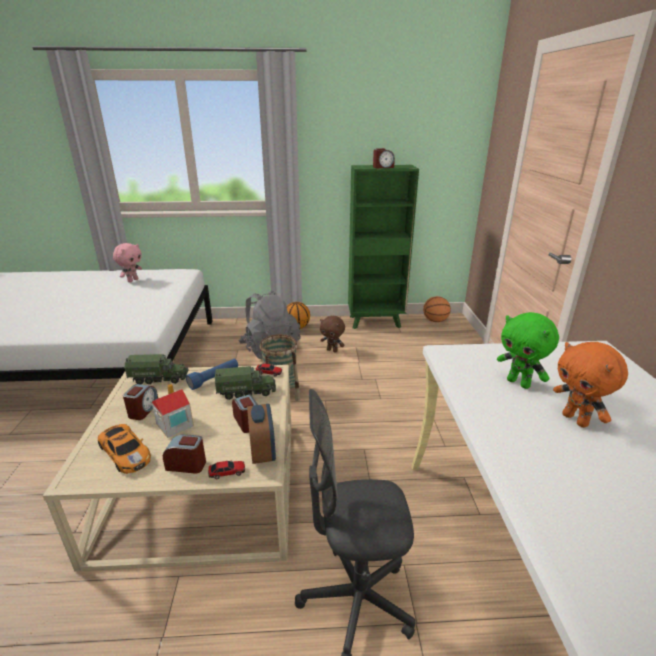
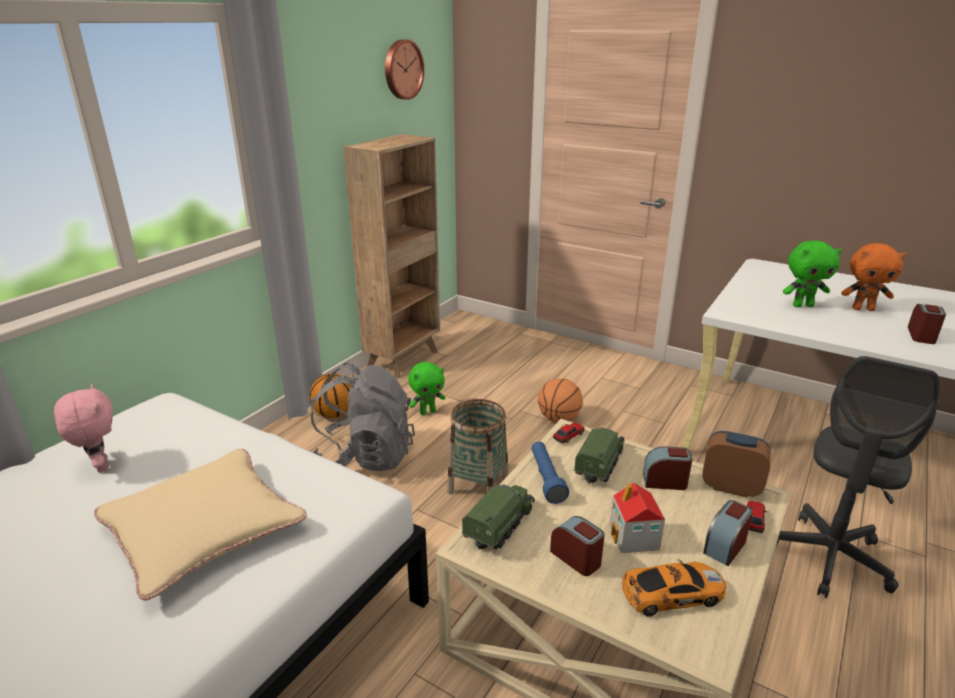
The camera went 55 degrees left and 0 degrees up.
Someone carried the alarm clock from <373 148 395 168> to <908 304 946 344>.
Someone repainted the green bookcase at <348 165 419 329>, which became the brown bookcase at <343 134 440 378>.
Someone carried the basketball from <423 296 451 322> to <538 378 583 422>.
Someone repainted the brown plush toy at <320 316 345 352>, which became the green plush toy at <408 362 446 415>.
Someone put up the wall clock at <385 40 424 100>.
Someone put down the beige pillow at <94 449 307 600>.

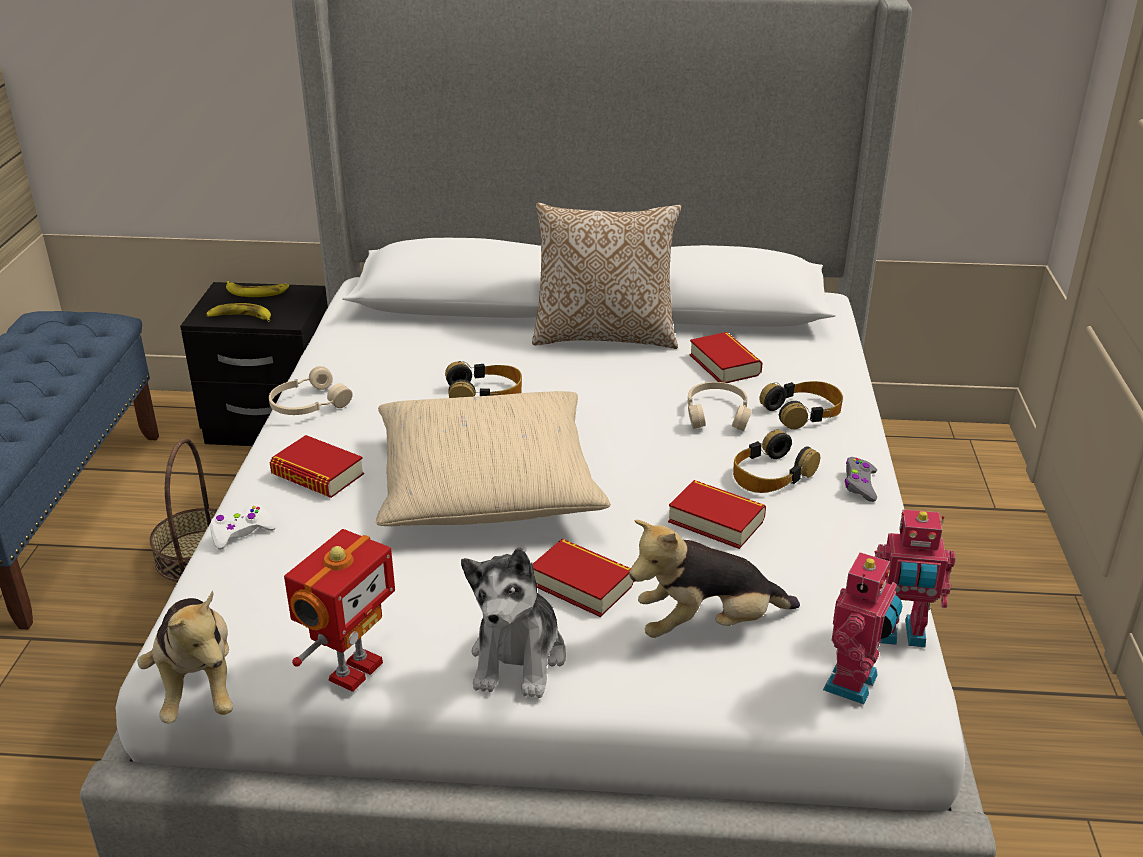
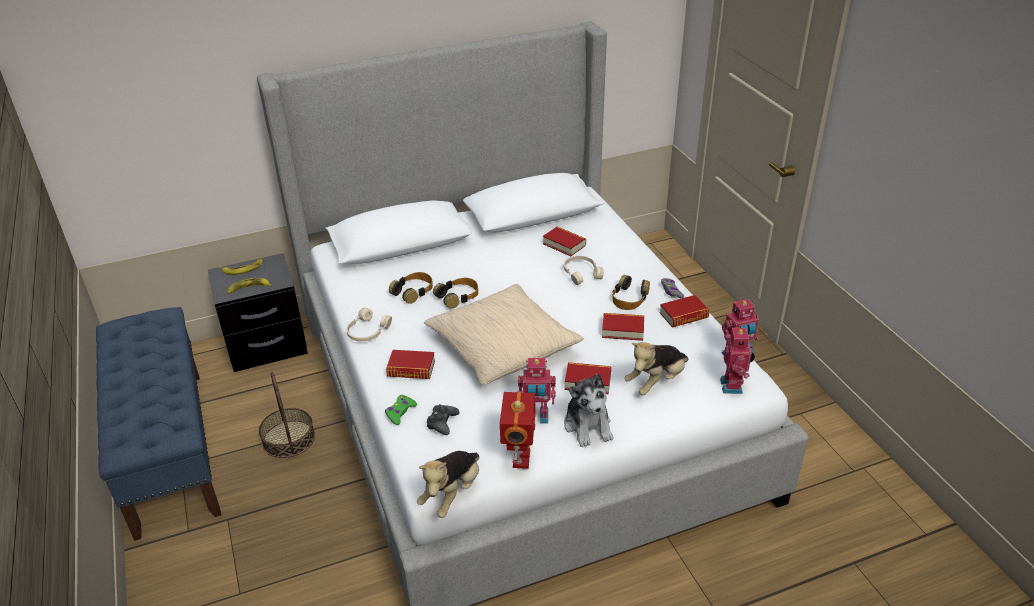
The camera went 25 degrees left and 5 degrees up.
Someone took away the pillow at <532 203 682 349>.
Someone carried the headphones from <759 381 843 429> to <389 272 433 304>.
Someone repainted the white game controller at <211 503 276 549>, which became the green game controller at <385 395 417 425>.
Someone rotated the plush toy at <137 590 233 724> by 75 degrees clockwise.
Someone put down the book at <660 295 709 328>.
Someone put down the toy robot at <518 358 556 424>.
Someone put down the black game controller at <427 404 459 435>.

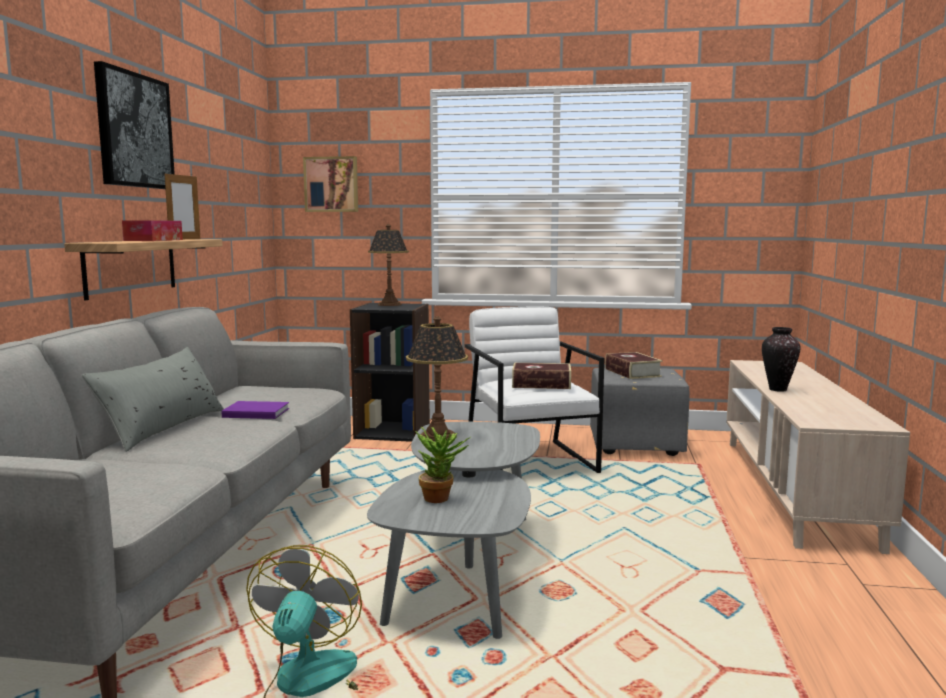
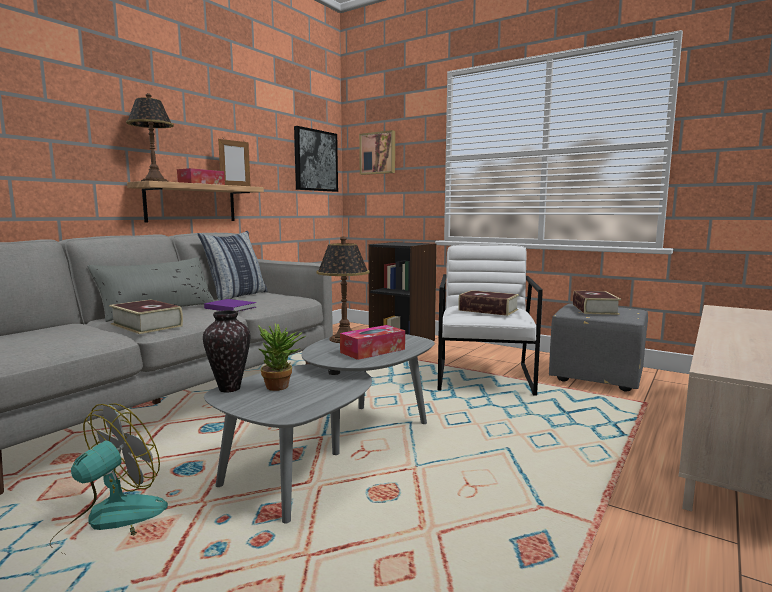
The camera went 25 degrees right and 0 degrees up.
Someone carried the picture from <94 61 175 189> to <294 126 338 192>.
Someone carried the table lamp from <368 224 409 306> to <126 93 174 182>.
Someone carried the vase from <762 327 801 392> to <203 310 250 392>.
Someone put down the pillow at <197 231 267 301>.
Someone put down the book at <109 299 183 334>.
Someone put down the tissue box at <340 325 405 360>.

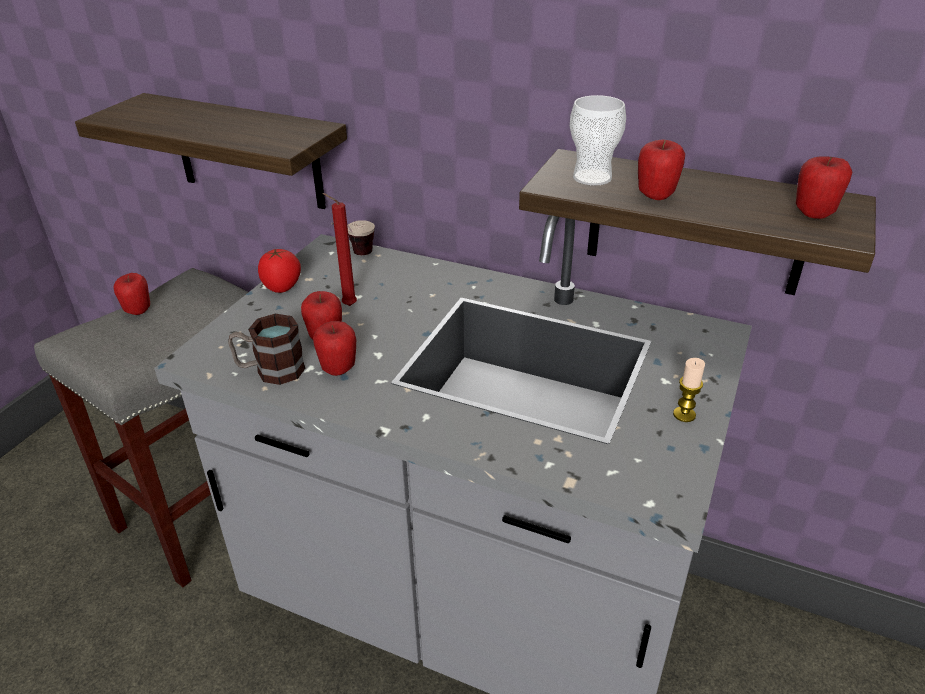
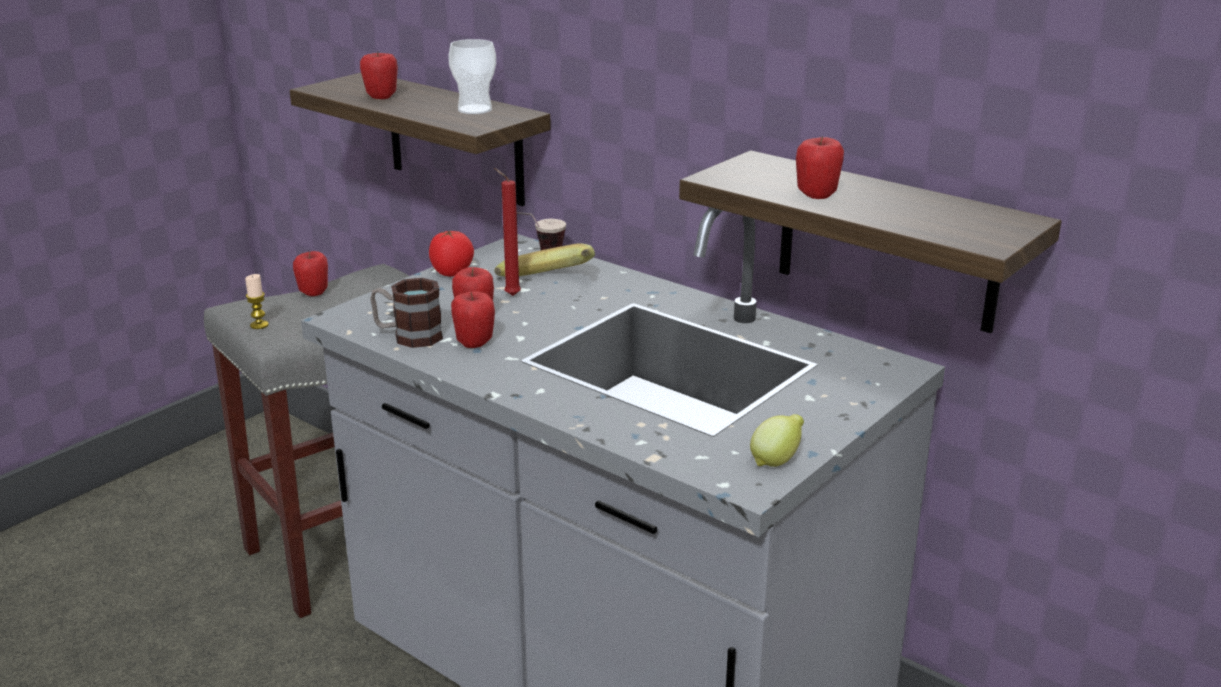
The camera went 15 degrees right and 10 degrees down.
Someone carried the cup from <570 95 626 186> to <448 39 496 114>.
Someone carried the apple from <796 156 852 219> to <360 52 398 99>.
Someone carried the candle from <673 358 705 422> to <245 274 269 329>.
Someone put down the banana at <494 243 595 277>.
Someone put down the lemon at <750 414 804 467>.

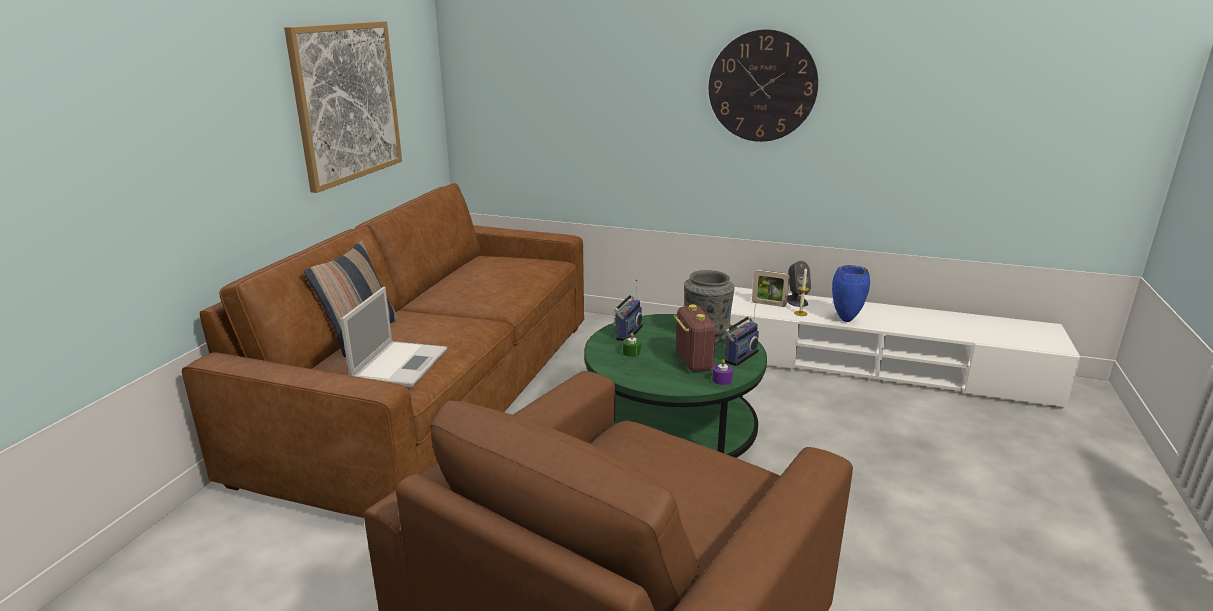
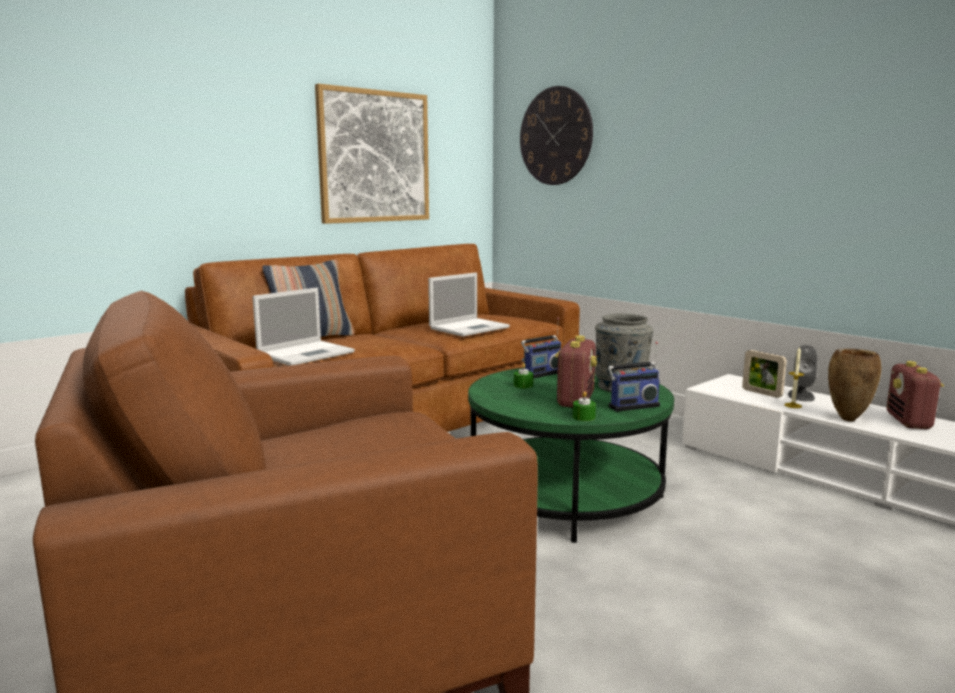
The camera went 30 degrees right and 10 degrees down.
Someone carried the wall clock from <709 29 818 142> to <520 86 593 185>.
Someone repainted the blue vase at <832 265 870 322>, which became the brown vase at <828 349 881 421>.
Someone repainted the purple candle at <712 359 733 385>, which became the green candle at <573 391 596 421>.
Someone put down the laptop at <428 272 510 337>.
Someone put down the radio at <887 361 944 429>.

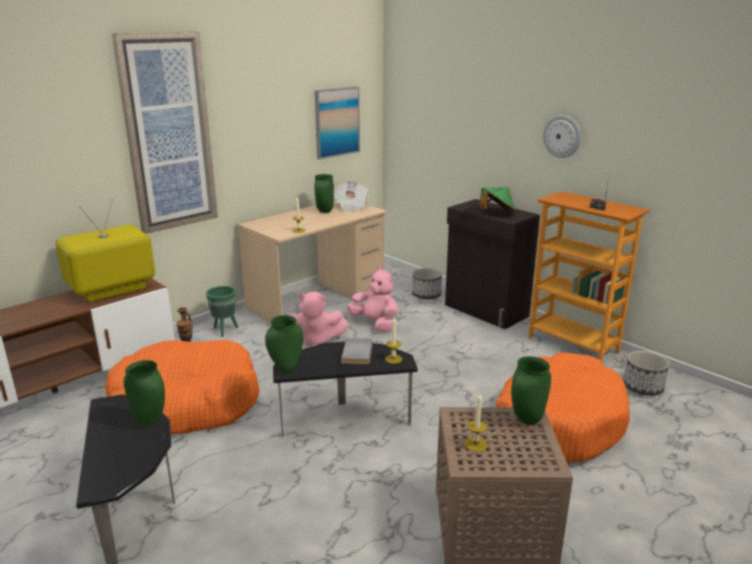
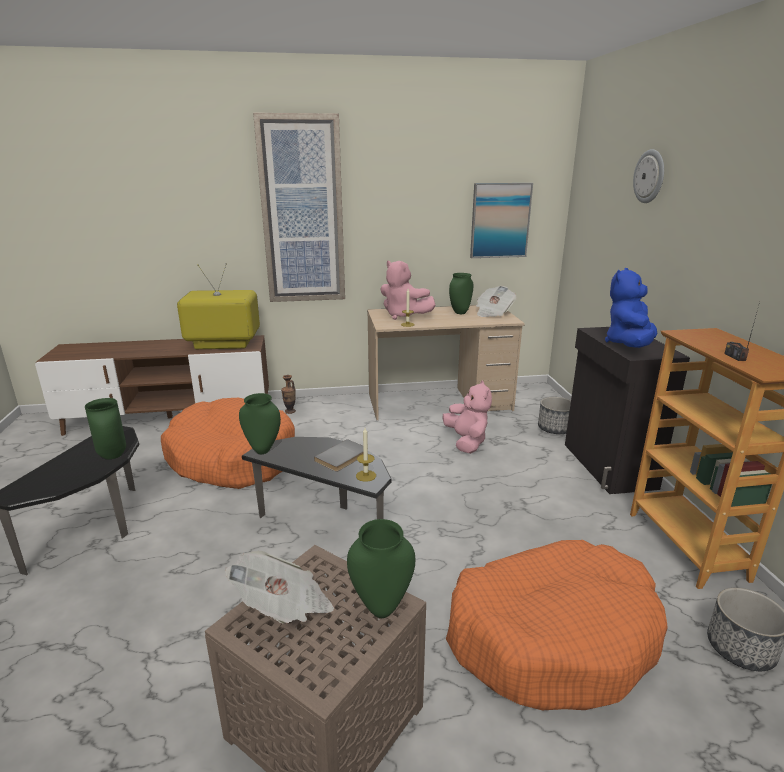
The camera went 35 degrees right and 0 degrees up.
Someone carried the wall clock from <543 115 581 158> to <633 149 664 203>.
Someone swapped the green hat at <480 187 516 213> for the blue plush toy at <605 268 657 348>.
Someone took away the green planter at <206 286 238 337>.
Someone carried the pink plush toy from <288 291 348 346> to <380 261 435 320>.
Someone swapped the candle at <465 393 487 452> for the newspaper at <225 551 334 624>.

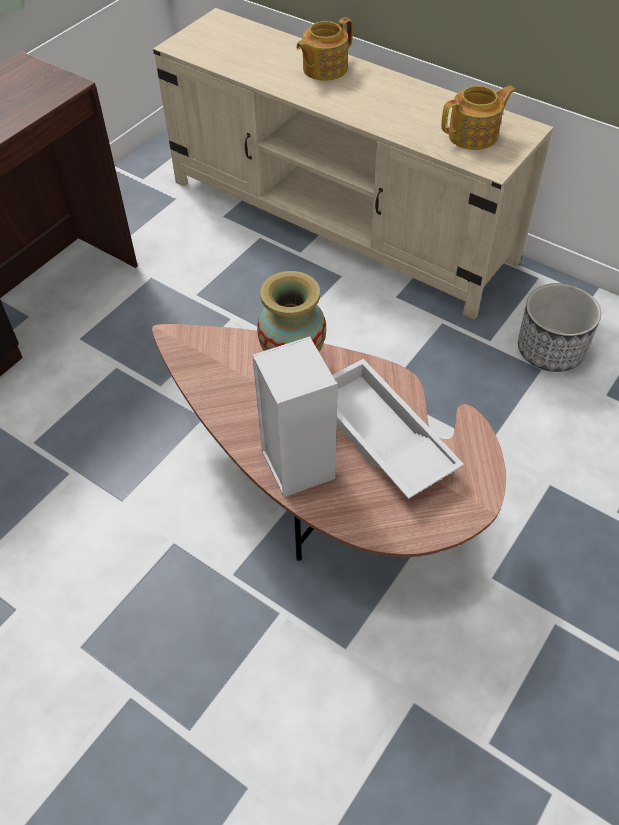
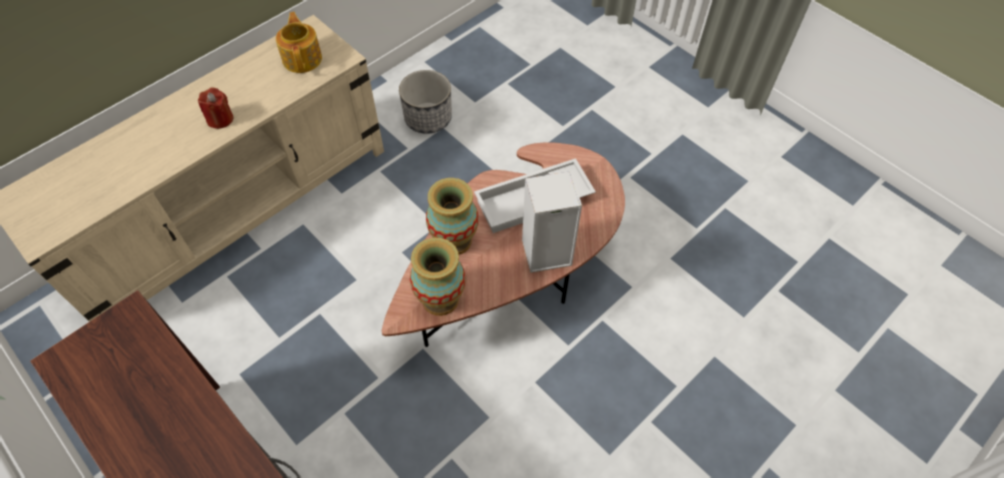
The camera went 80 degrees left and 5 degrees up.
Someone took away the teapot at <296 17 353 81>.
Someone put down the red candle at <198 87 233 129>.
Someone put down the vase at <410 238 466 316>.

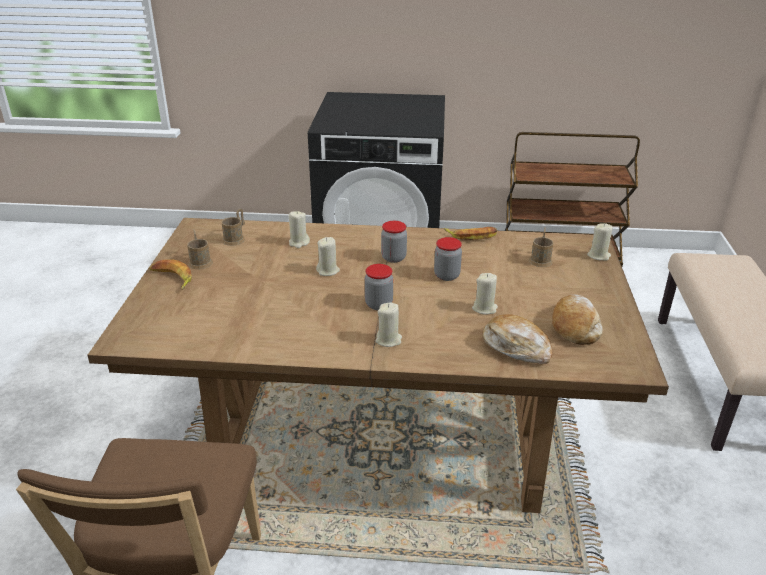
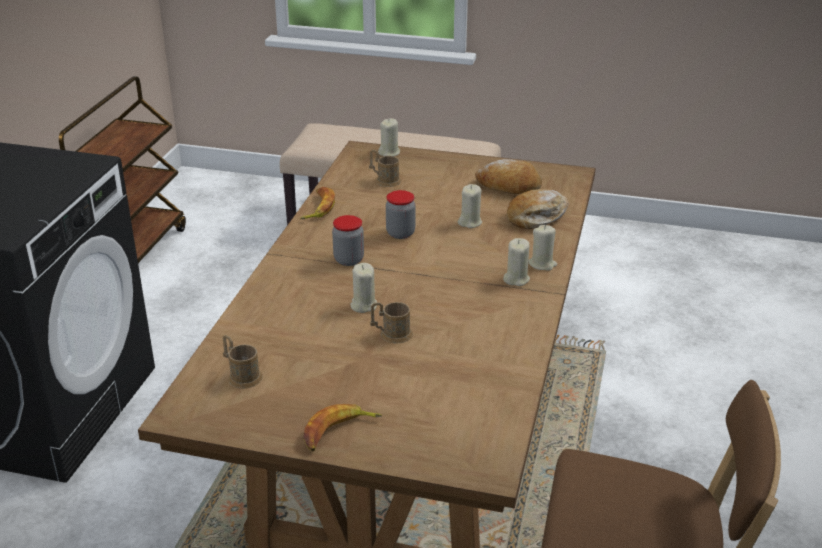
The camera went 80 degrees left and 0 degrees up.
Someone carried the beige candle from <288 211 310 248> to <528 225 557 271>.
Someone carried the brown mug from <187 229 213 269> to <370 302 413 344>.
Someone took away the jar at <365 264 393 310>.

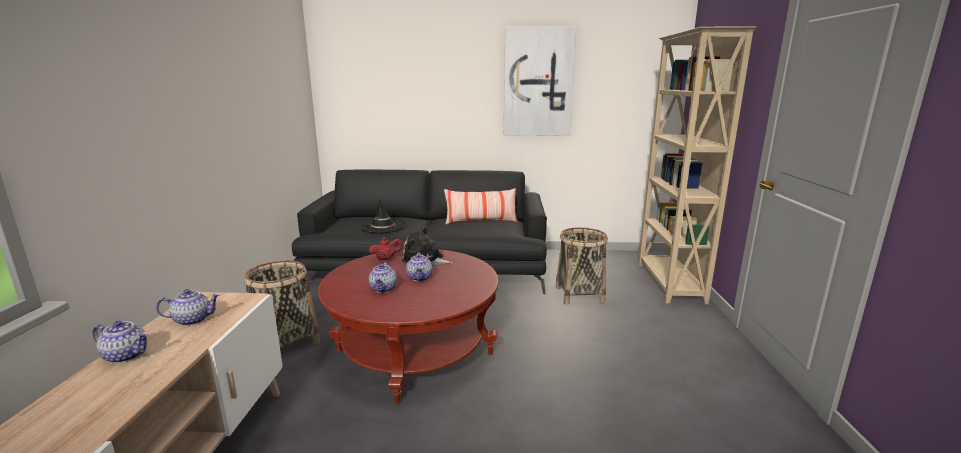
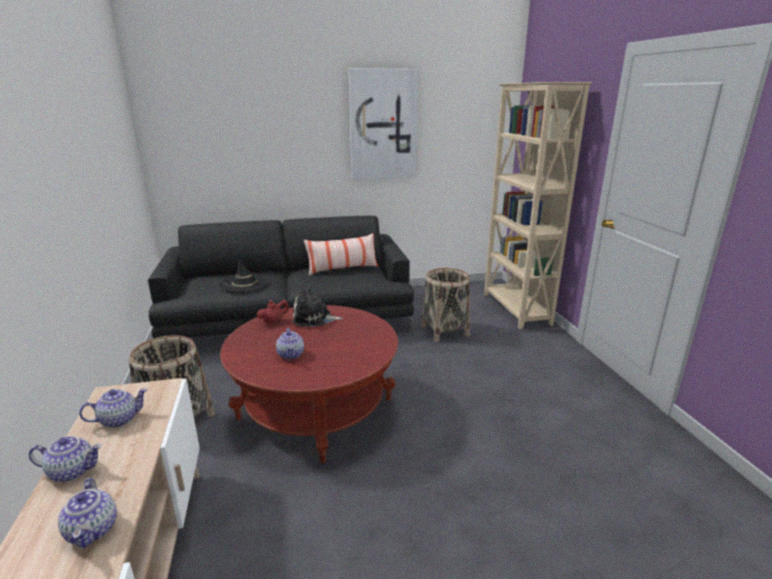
The camera went 15 degrees left and 5 degrees up.
Someone carried the teapot from <406 253 433 281> to <58 478 117 548>.

